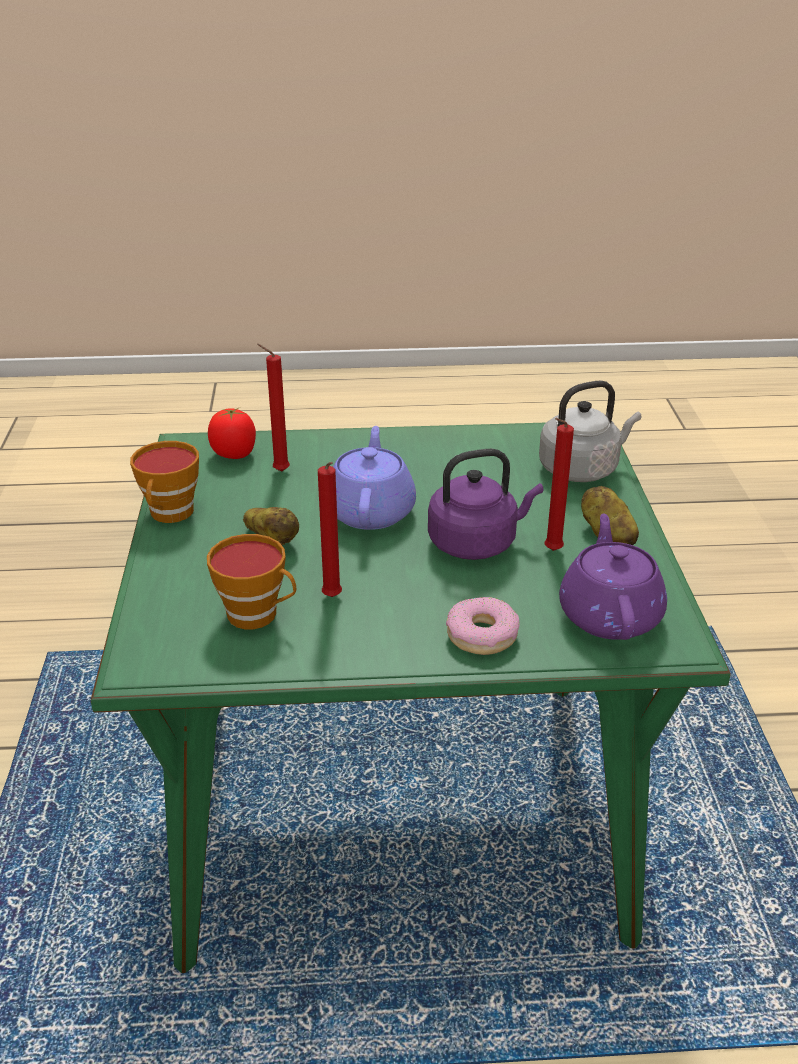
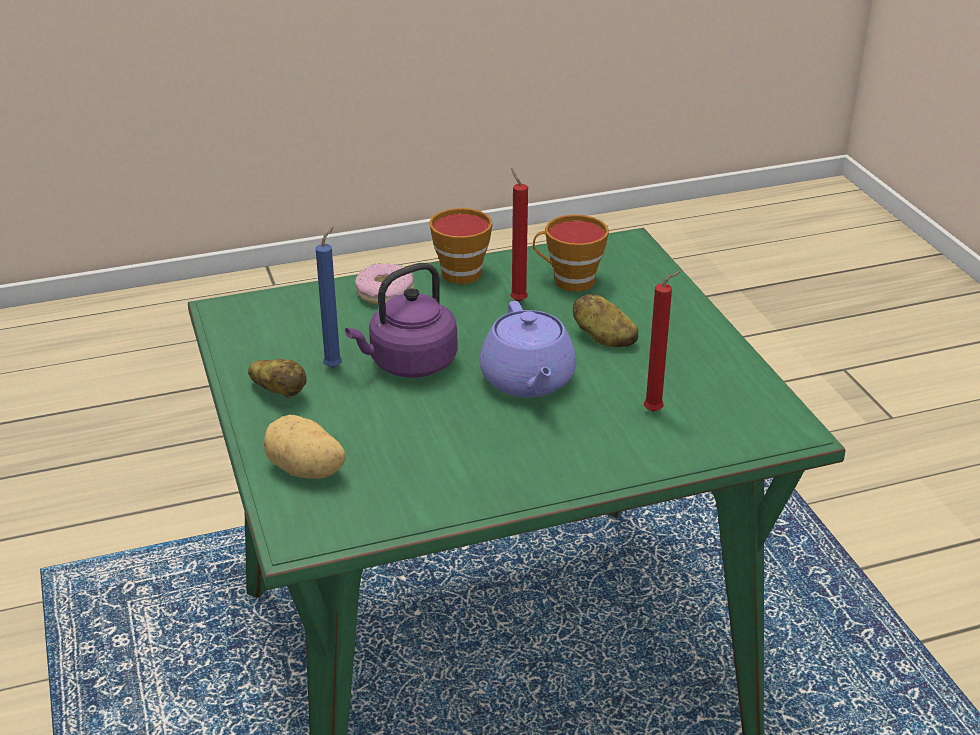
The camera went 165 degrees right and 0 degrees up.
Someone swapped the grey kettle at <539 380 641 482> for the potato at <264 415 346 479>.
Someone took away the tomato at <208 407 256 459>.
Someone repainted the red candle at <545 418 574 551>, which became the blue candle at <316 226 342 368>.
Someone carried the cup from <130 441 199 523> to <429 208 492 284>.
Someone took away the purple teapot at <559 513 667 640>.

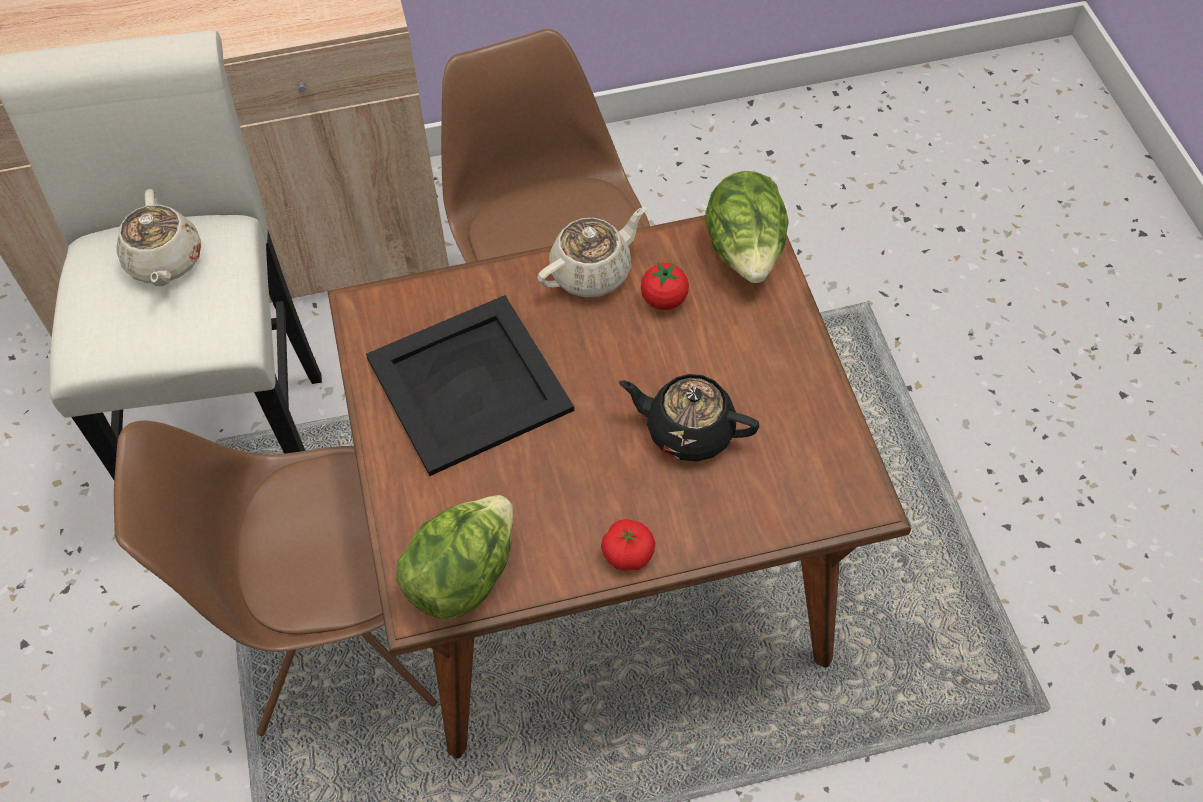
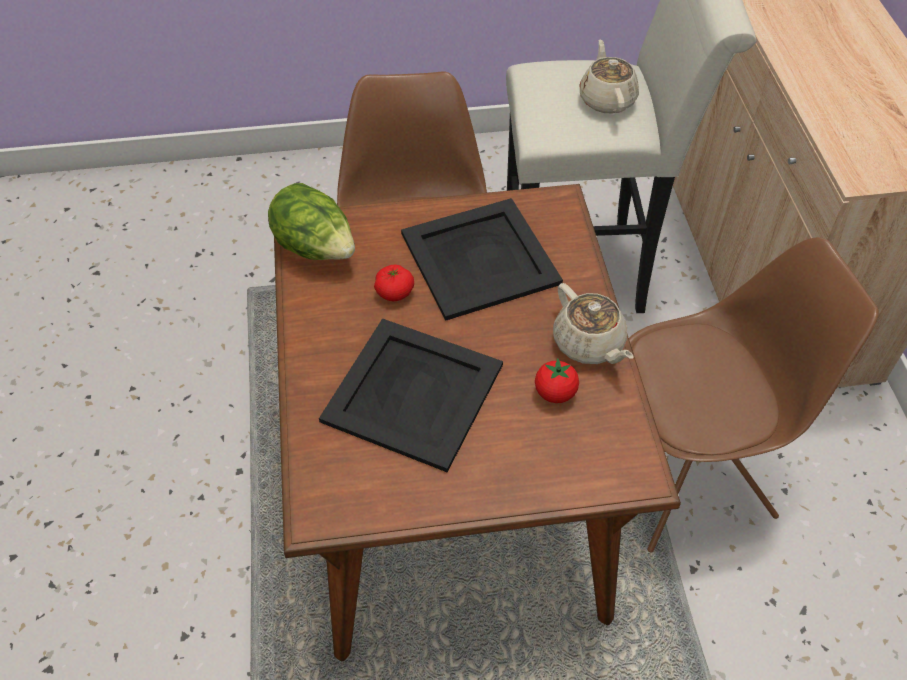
The camera went 95 degrees right and 5 degrees down.
Someone took away the lettuce at <705 171 789 283>.
Someone rotated the beige teapot at <117 189 201 286> by 90 degrees clockwise.
Someone swapped the black teapot at <619 374 759 461> for the black tray at <319 318 503 472>.
Someone carried the tomato from <601 519 655 571> to <374 264 414 301>.

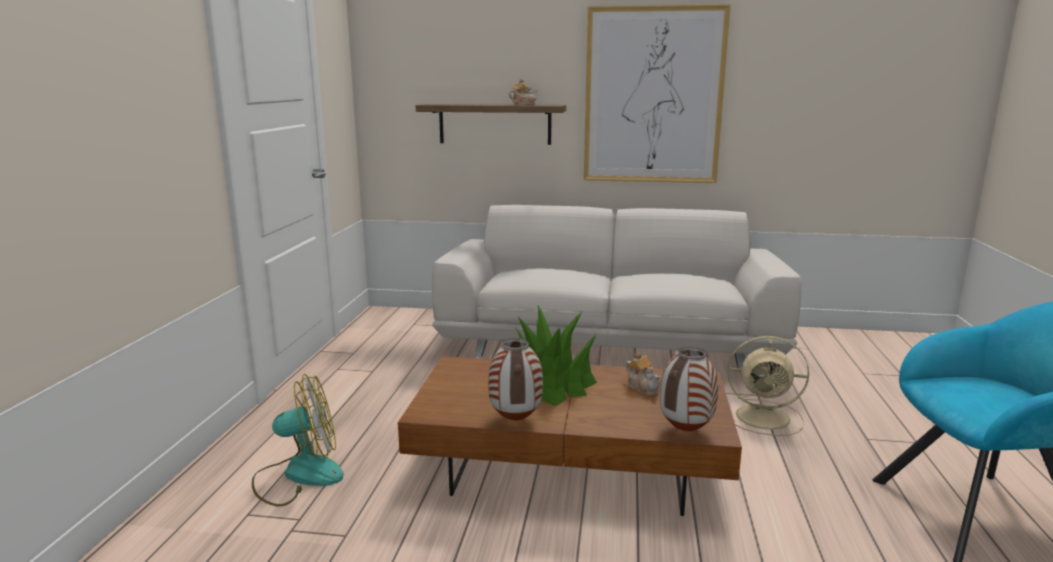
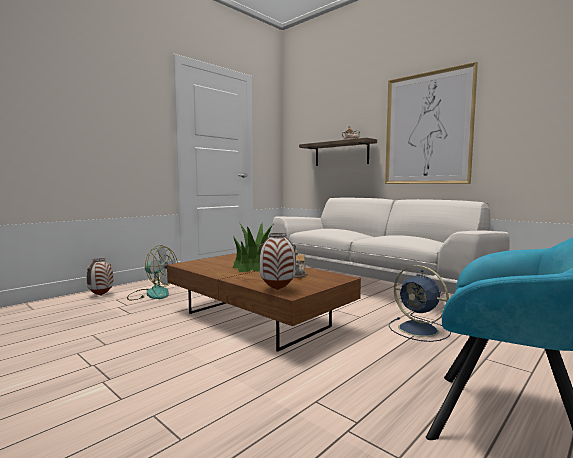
The camera went 35 degrees right and 10 degrees down.
Someone repainted the beige fan at <727 336 809 436>, which became the blue fan at <389 265 451 342>.
Someone carried the vase from <488 338 543 421> to <86 258 113 296>.

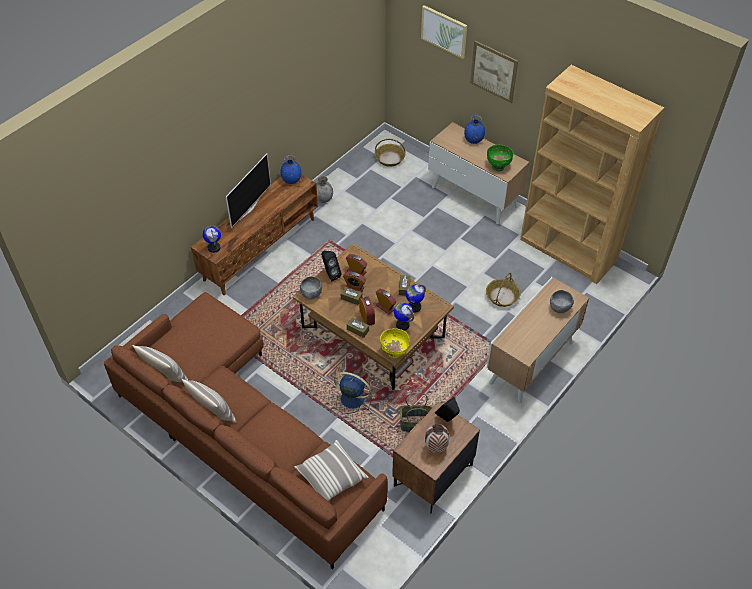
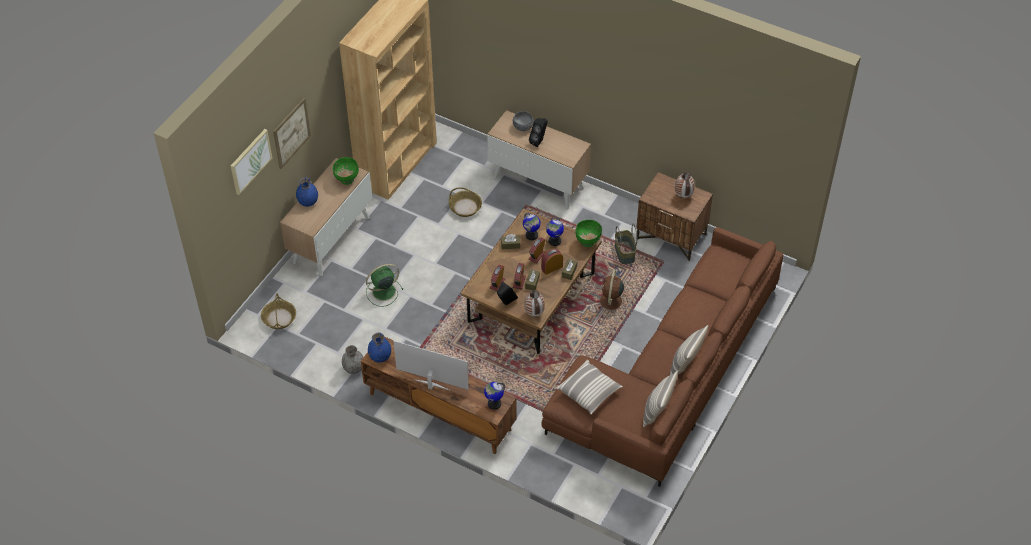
The camera went 100 degrees left and 0 degrees up.
Someone swapped the grey bowl at <300 276 322 299> for the vase at <524 290 545 317>.
Someone repainted the yellow bowl at <380 328 410 358>, which became the green bowl at <575 220 602 247>.
Someone repainted the blue fan at <334 372 371 414>, which became the brown fan at <598 270 628 310>.
Someone carried the black speaker from <435 397 460 422> to <529 118 548 147>.
Someone carried the pillow from <294 440 369 502> to <556 360 623 414>.
Someone put down the green fan at <366 264 404 307>.

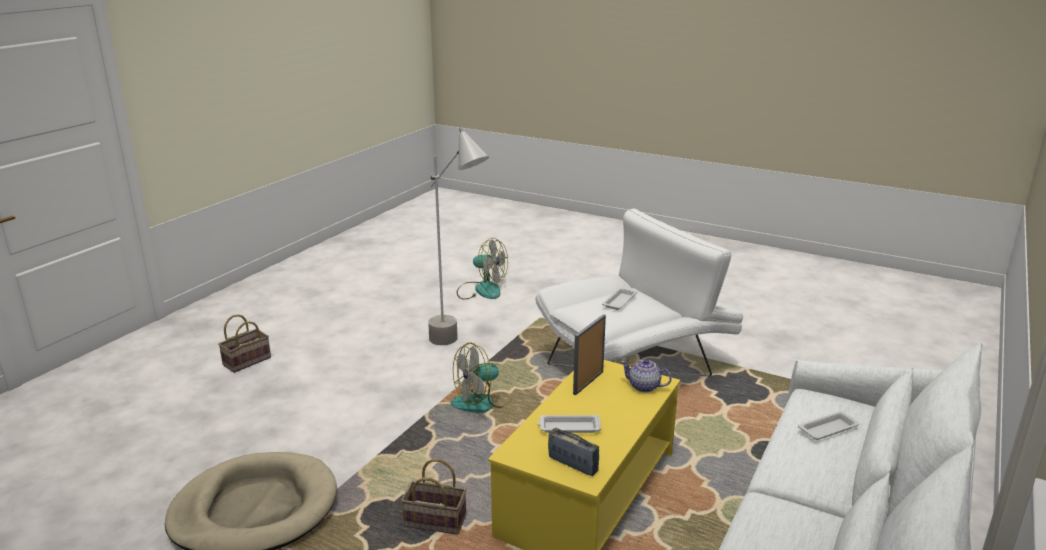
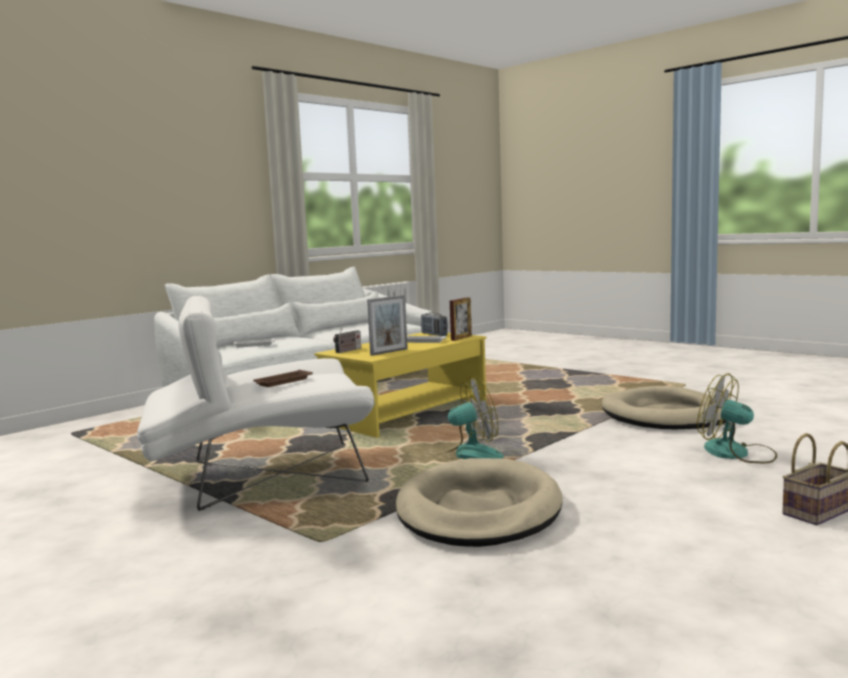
The camera went 165 degrees left and 15 degrees down.
Someone swapped the grey floor lamp at <428 128 489 345> for the beige dog bed at <396 458 563 547>.
Someone carried the fan from <457 238 508 299> to <697 373 777 463>.
Someone repainted the white tray at <602 288 637 310>, which became the brown tray at <253 370 313 387>.
Someone swapped the teapot at <620 359 672 392> for the radio at <333 324 361 353>.
Someone took away the basket at <401 459 466 535>.
Someone put down the picture frame at <450 297 472 341>.

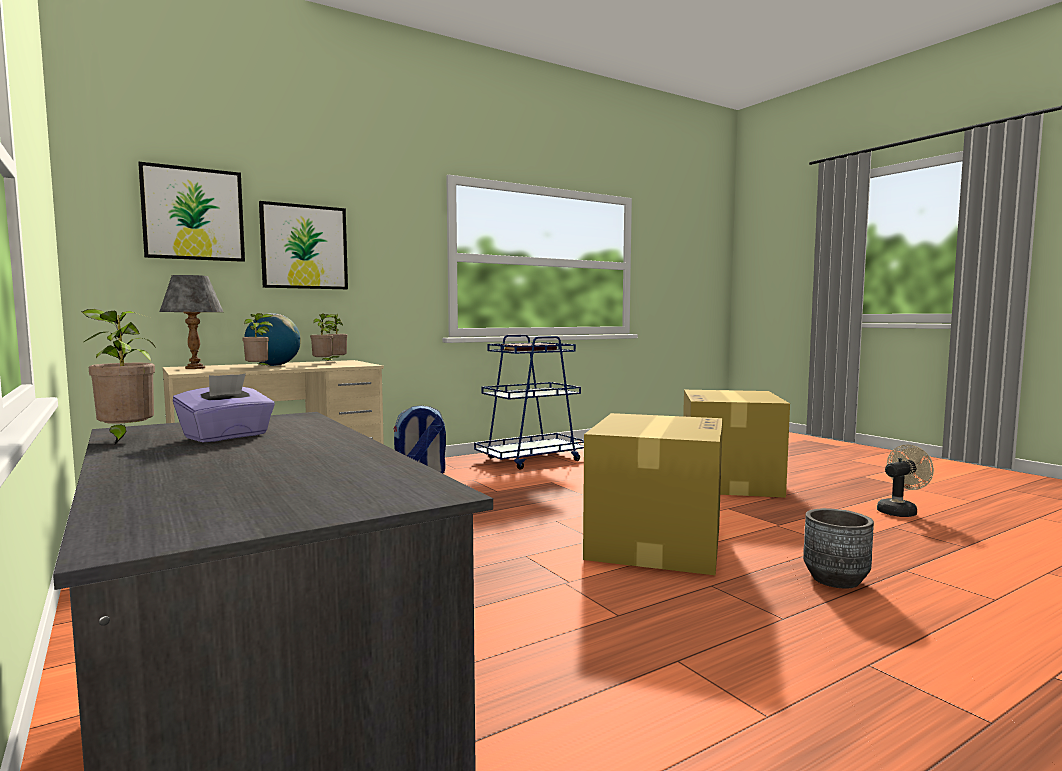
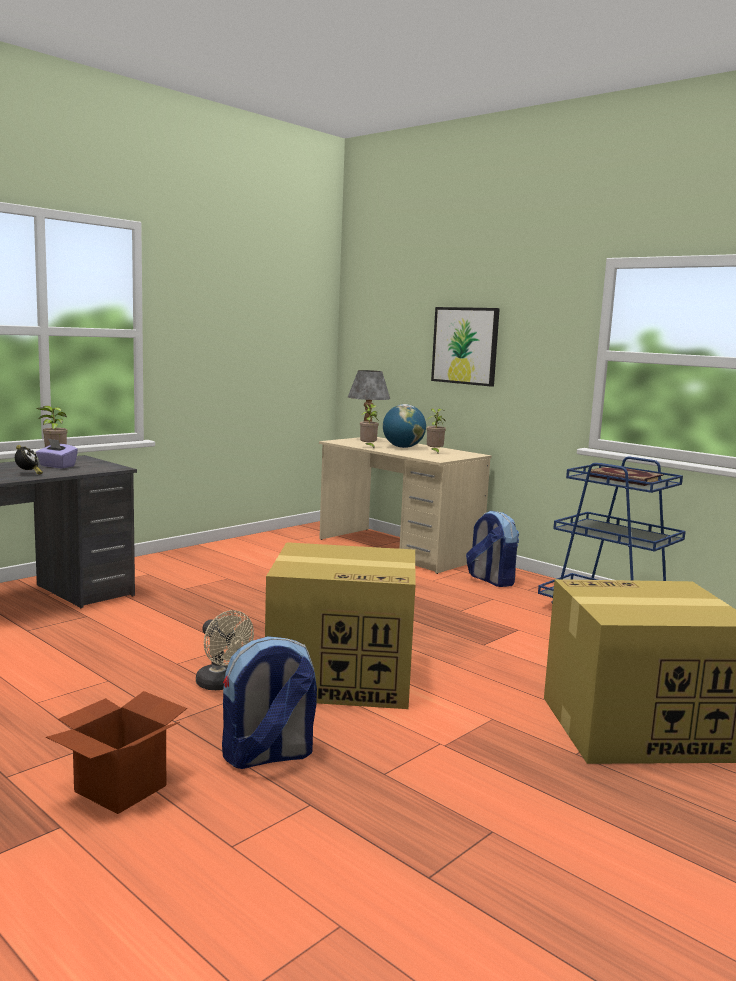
The camera went 75 degrees right and 5 degrees up.
Someone took away the picture at <138 162 245 262>.
Someone took away the potted plant at <325 314 348 358>.
Someone carried the beige fan from <877 445 934 517> to <196 610 254 690>.
Someone swapped the grey planter at <803 508 874 589> for the backpack at <222 636 317 769>.
Someone put down the alarm clock at <15 445 43 474>.
Someone put down the cardboard box at <46 691 187 814>.

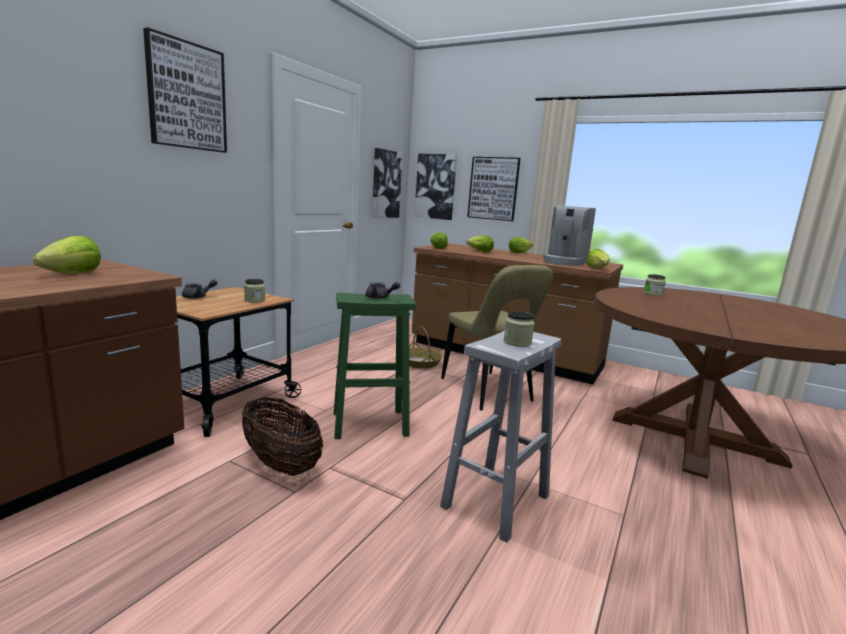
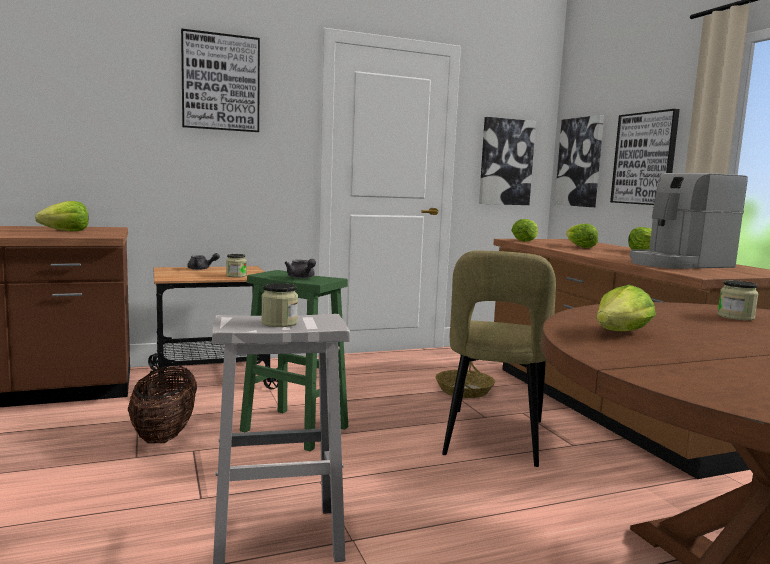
The camera went 40 degrees right and 5 degrees down.
Someone carried the lettuce from <586 249 610 268> to <597 285 656 331>.

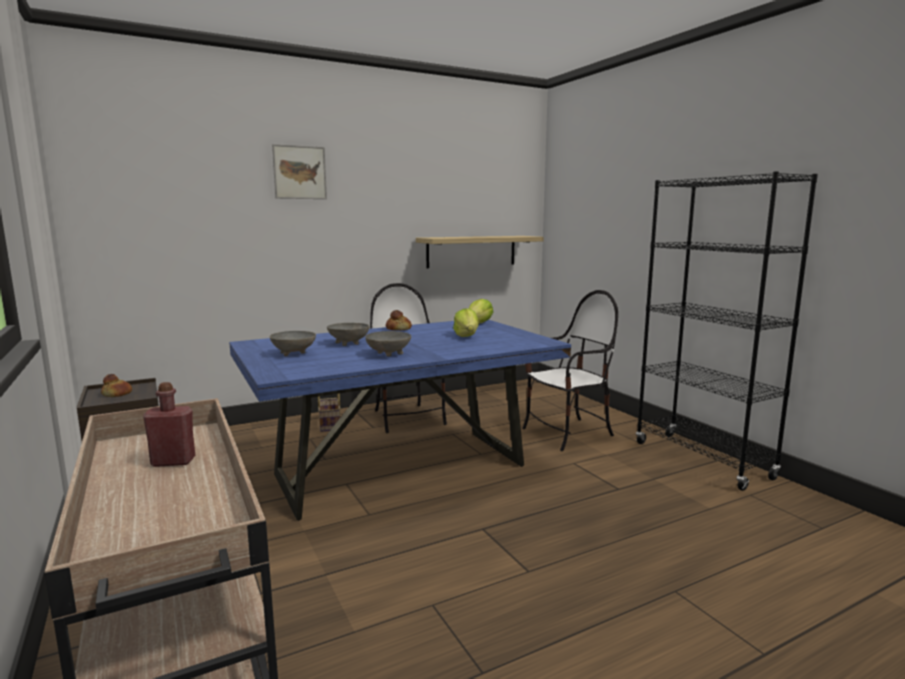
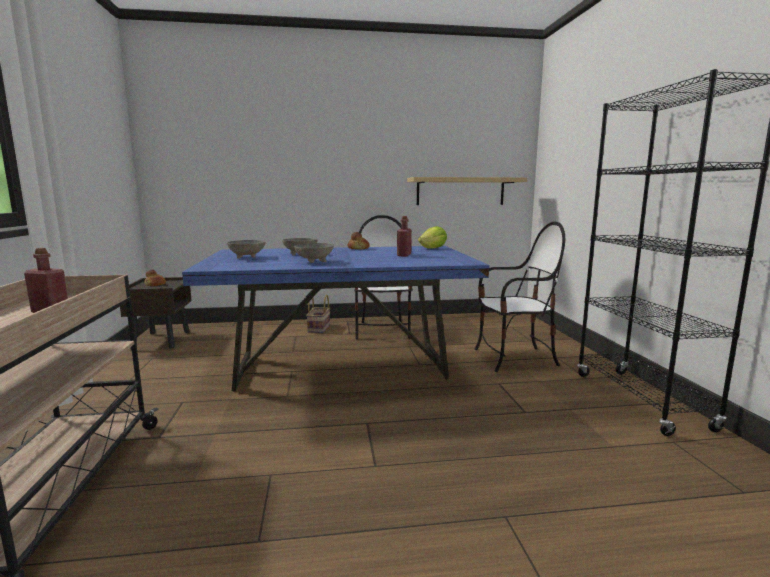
The camera went 20 degrees right and 0 degrees up.
Someone took away the picture at <272 144 327 199>.
Someone swapped the lettuce at <453 308 479 337> for the red bottle at <397 216 412 257>.

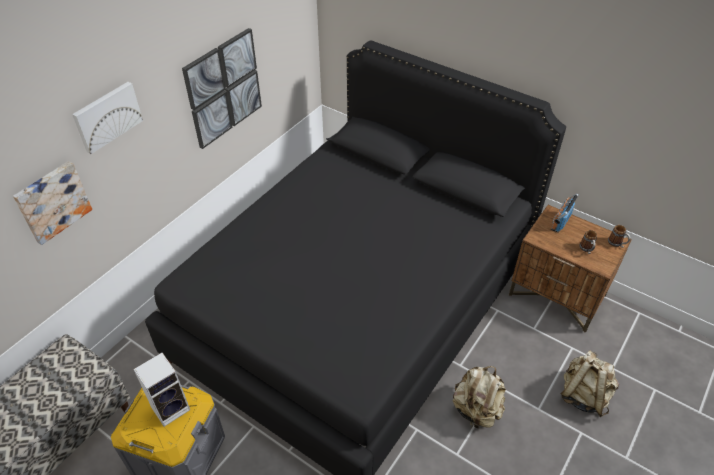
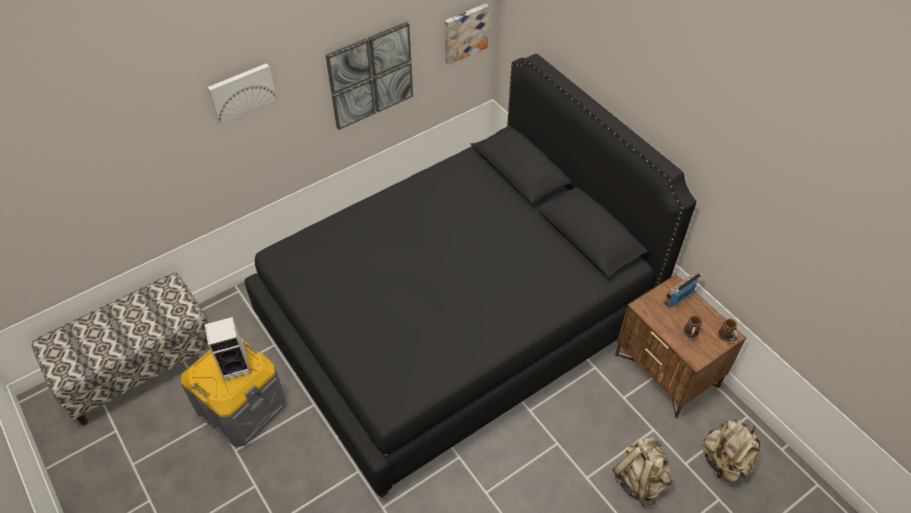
The camera went 20 degrees right and 5 degrees up.
Someone carried the picture from <13 161 92 245> to <445 4 489 65>.
Someone carried the beige backpack from <453 366 506 428> to <702 419 760 481>.

